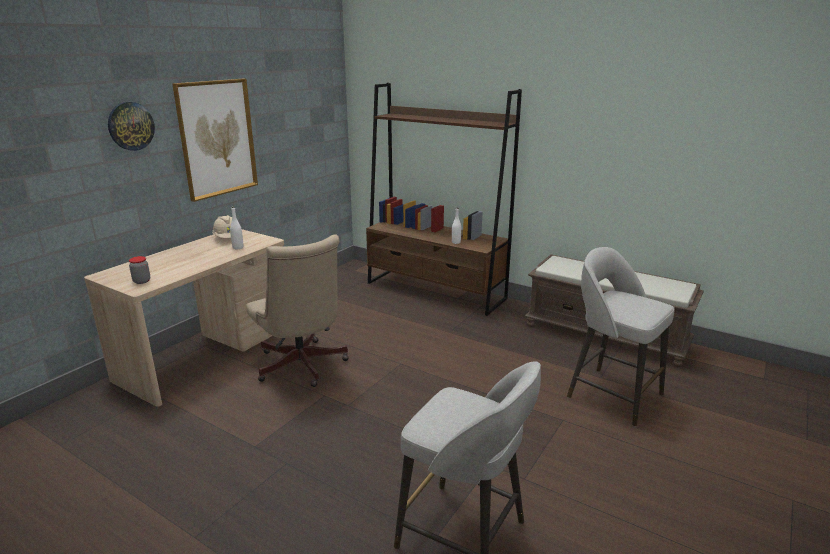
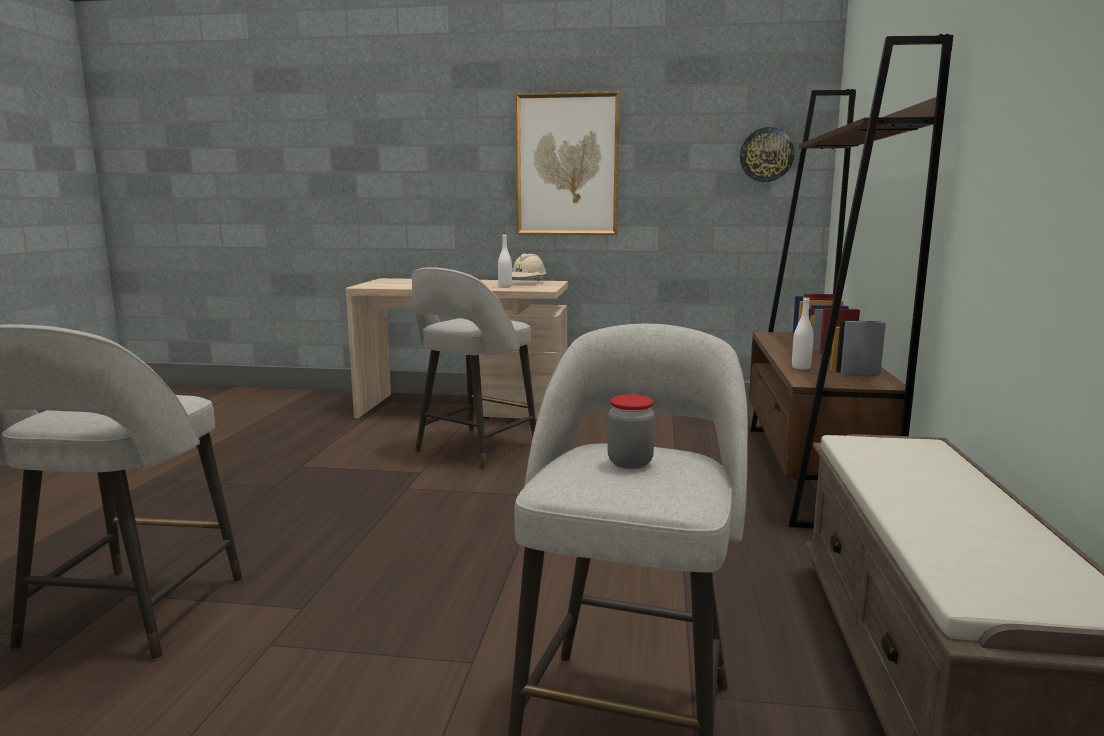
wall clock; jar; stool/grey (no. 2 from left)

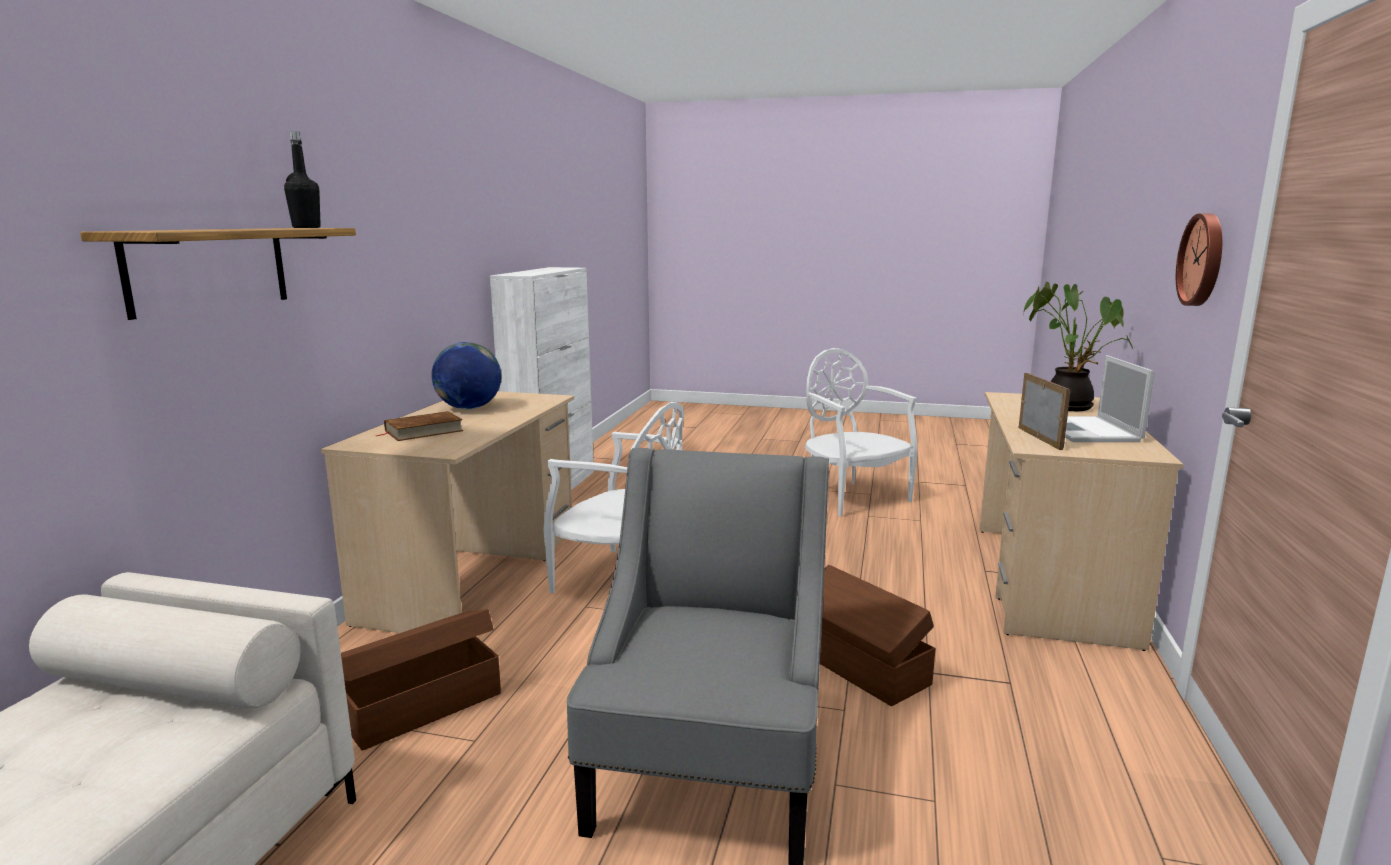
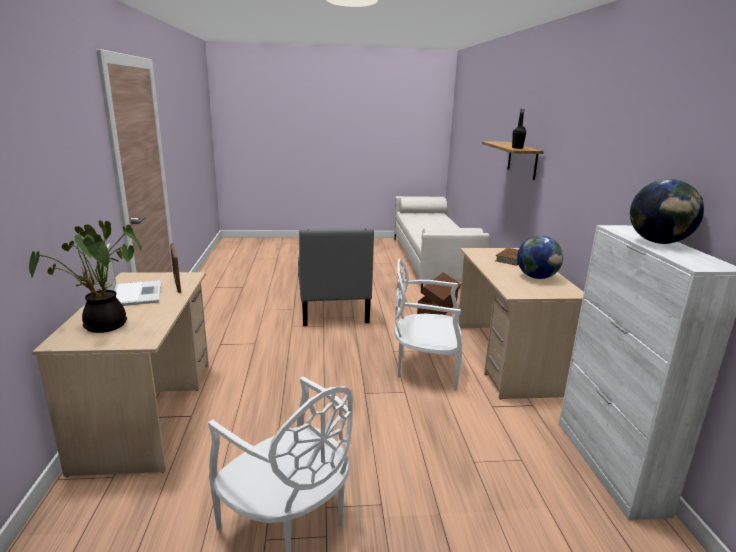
storage box/brown (no. 2 from left in the first image); wall clock; globe (no. 2 from left)

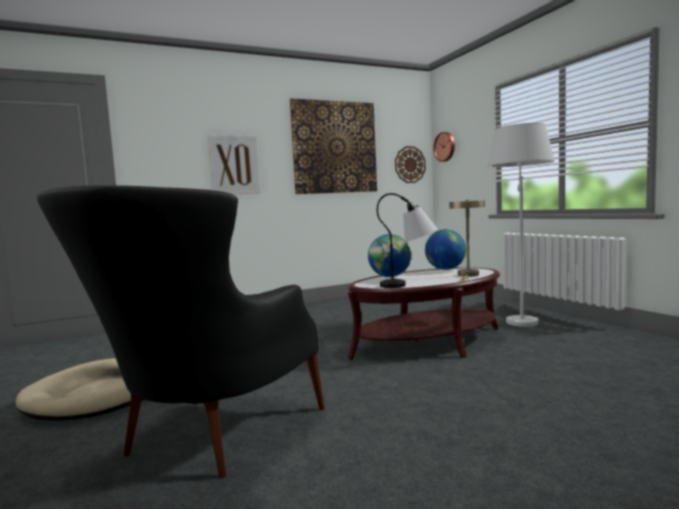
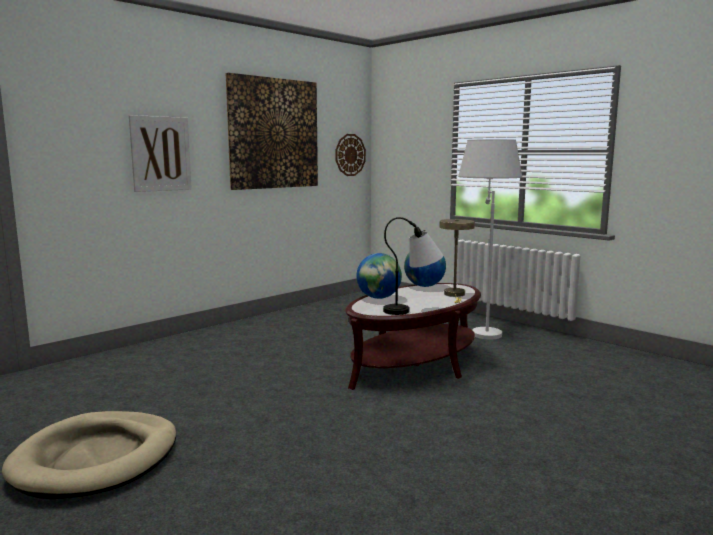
armchair/black; wall clock (no. 2 from left in the first image)

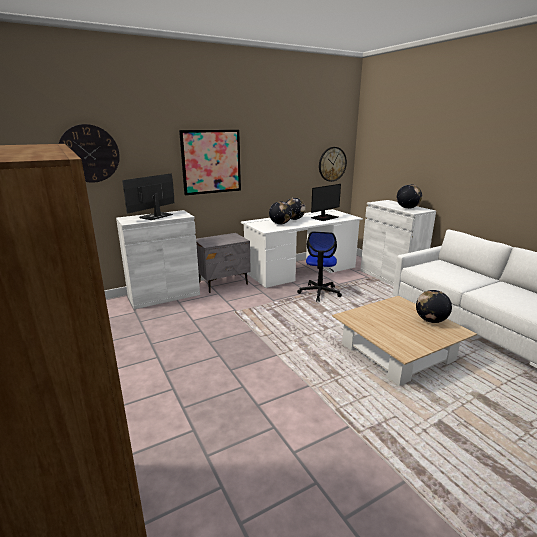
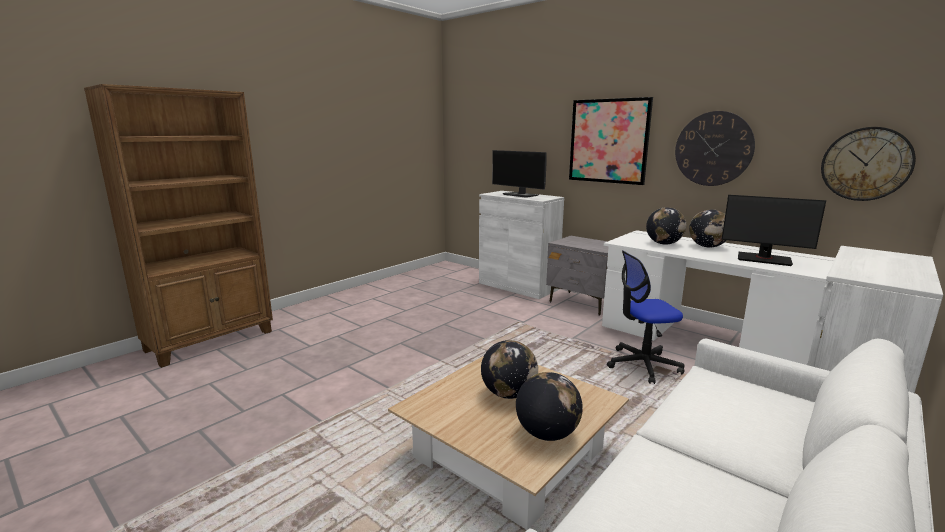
wall clock (no. 1 from left); globe (no. 1 from left); monitor (no. 1 from left)

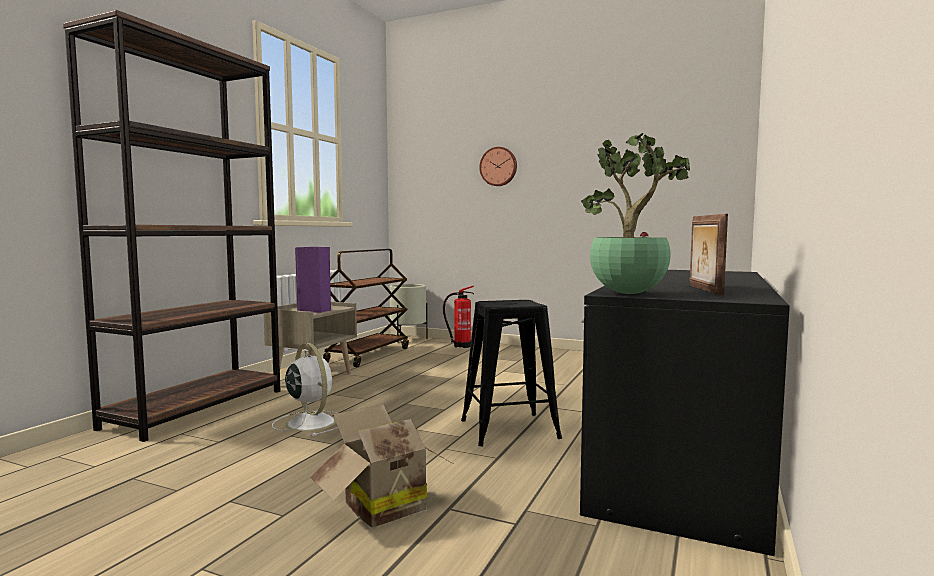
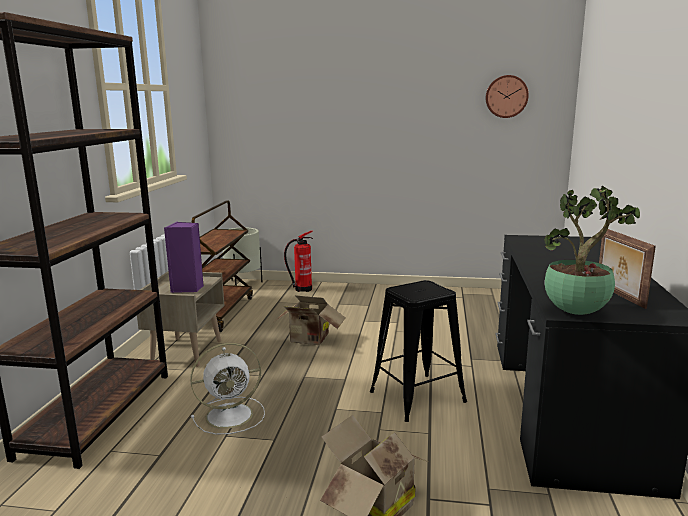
cardboard box (no. 1 from left); wall clock; fan/white

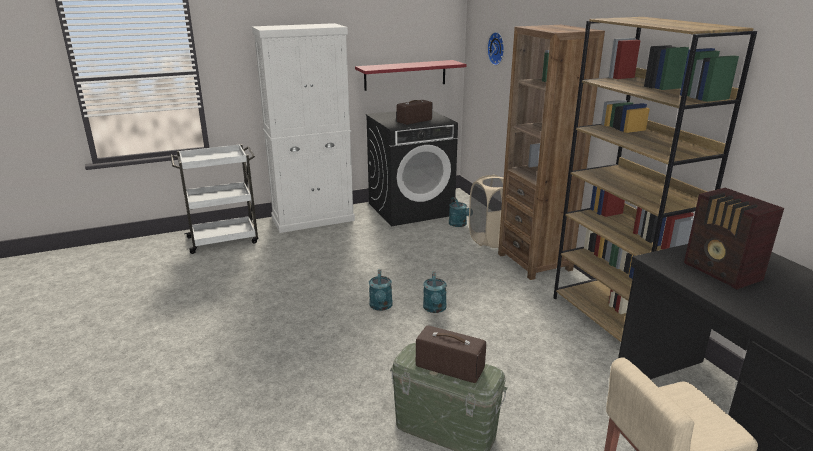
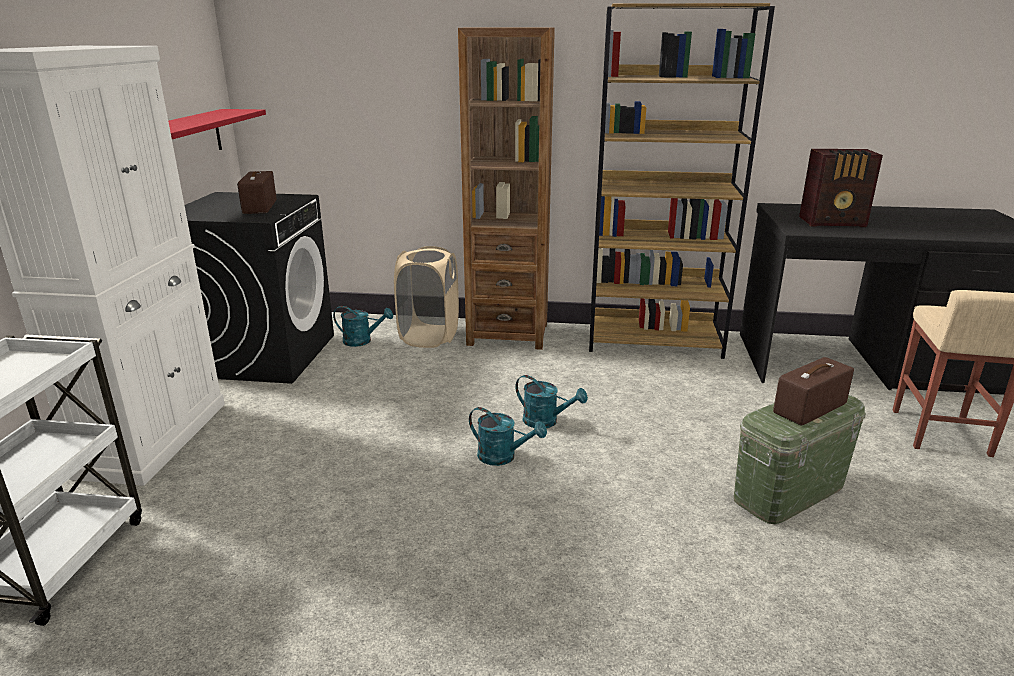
wall clock

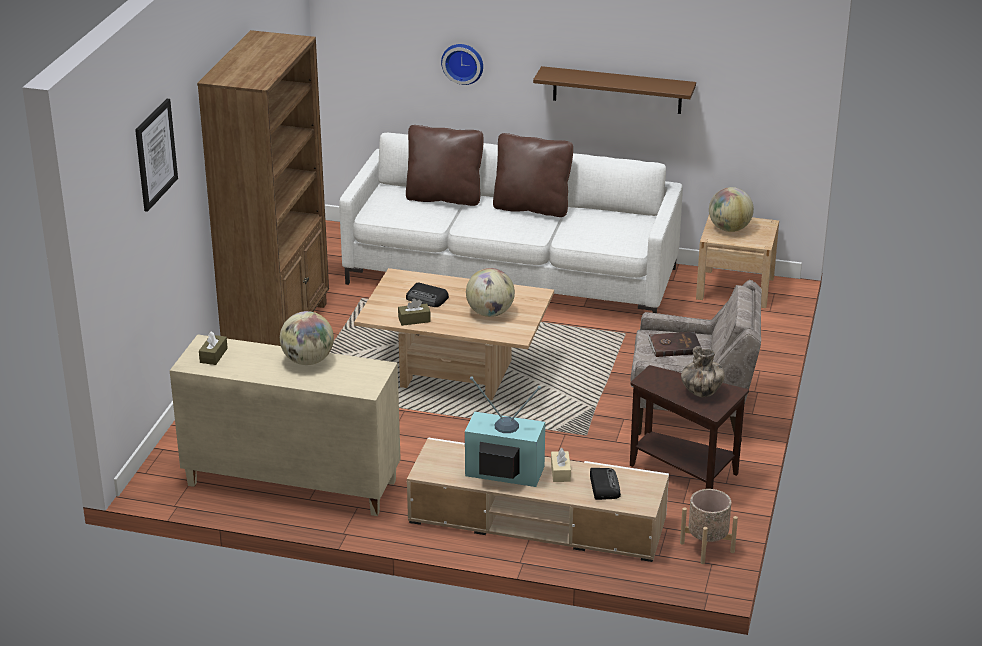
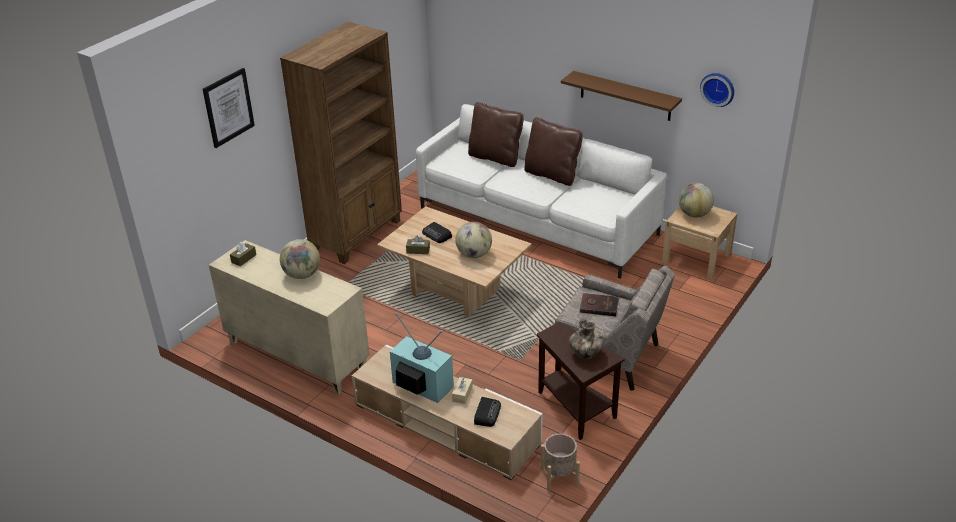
wall clock

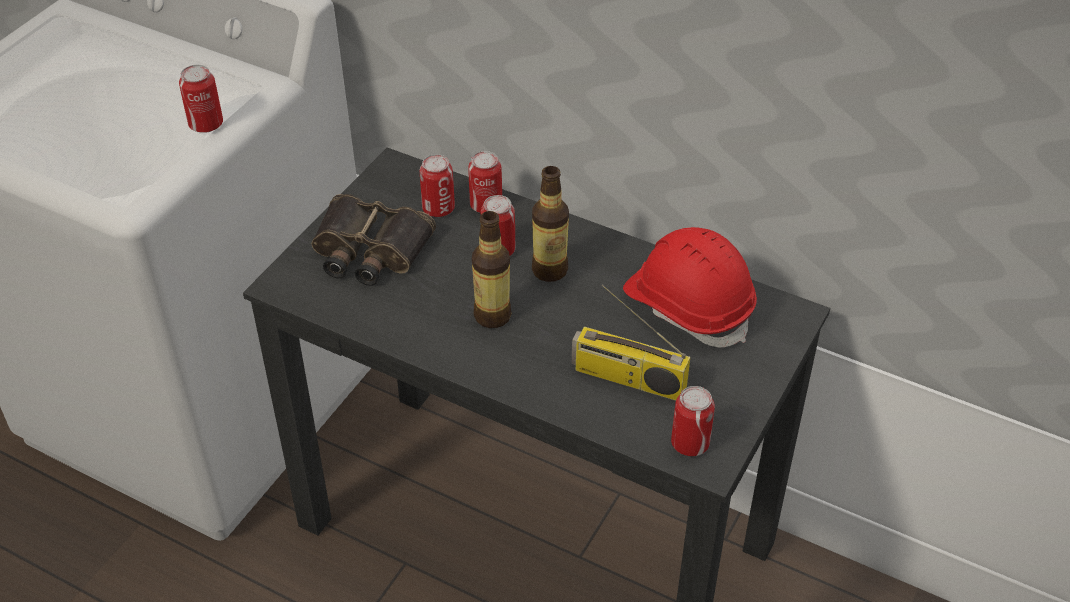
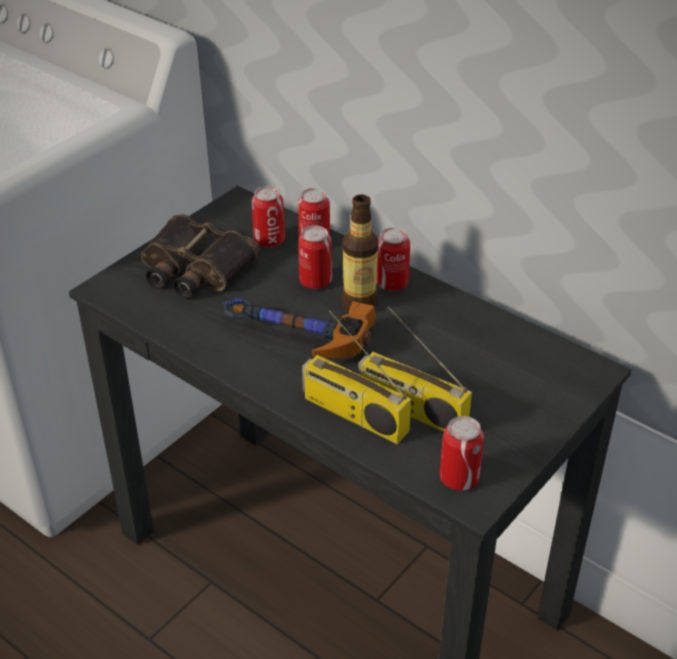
hard hat/red; radio (no. 1 from left); can (no. 4 from left); hammer

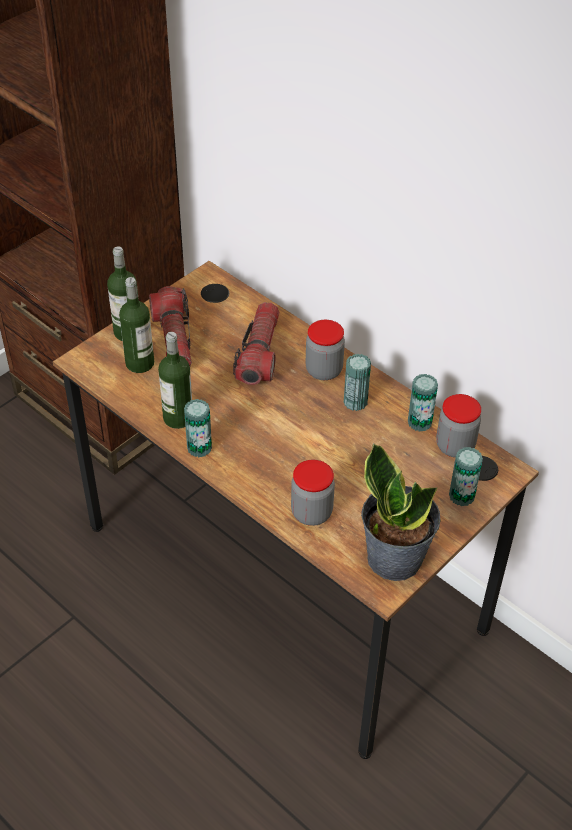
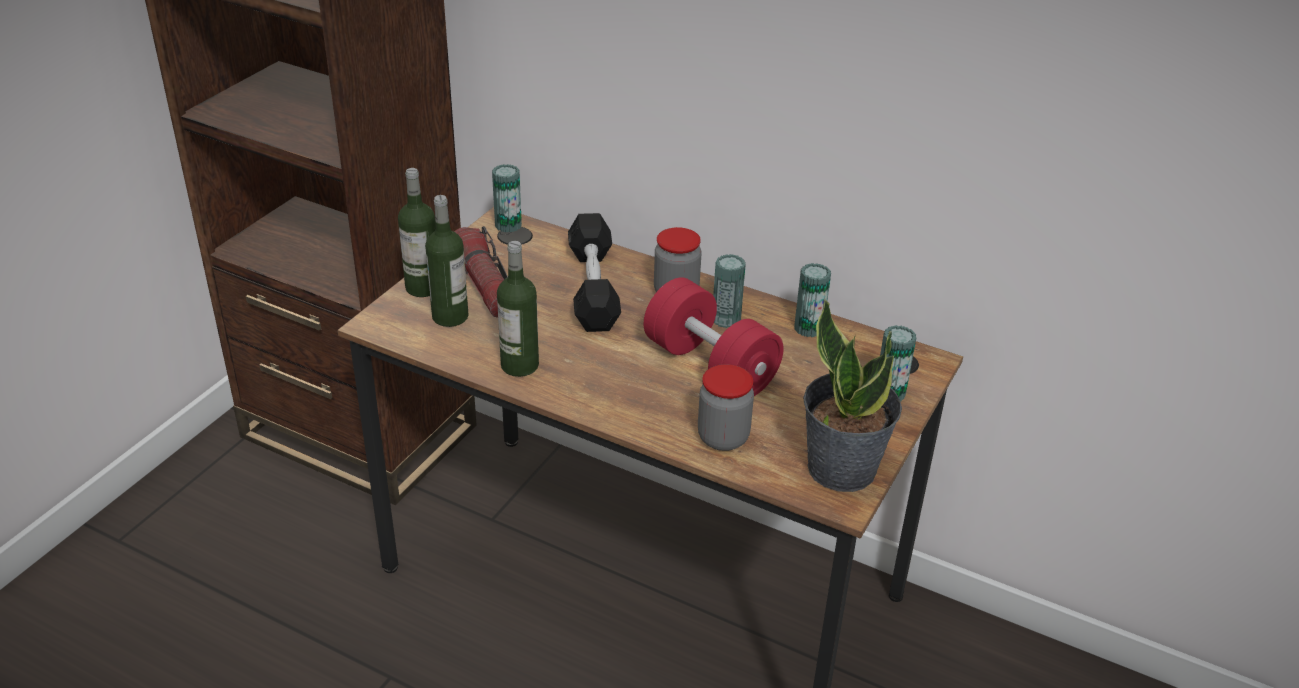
jar (no. 3 from left in the first image); dumbbell/red; can (no. 1 from left); dumbbell/black

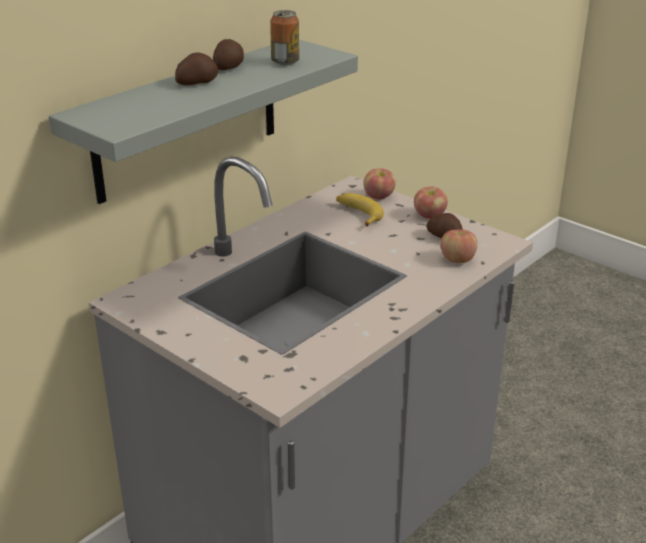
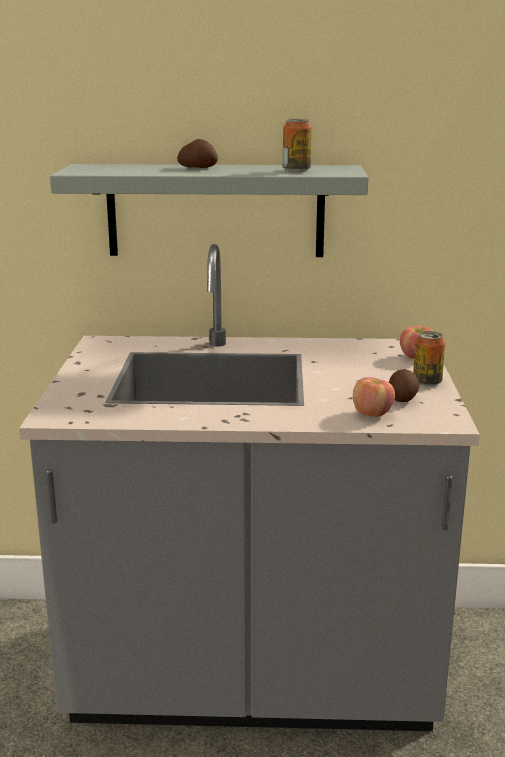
potato (no. 2 from left in the first image); banana; can (no. 2 from left)

